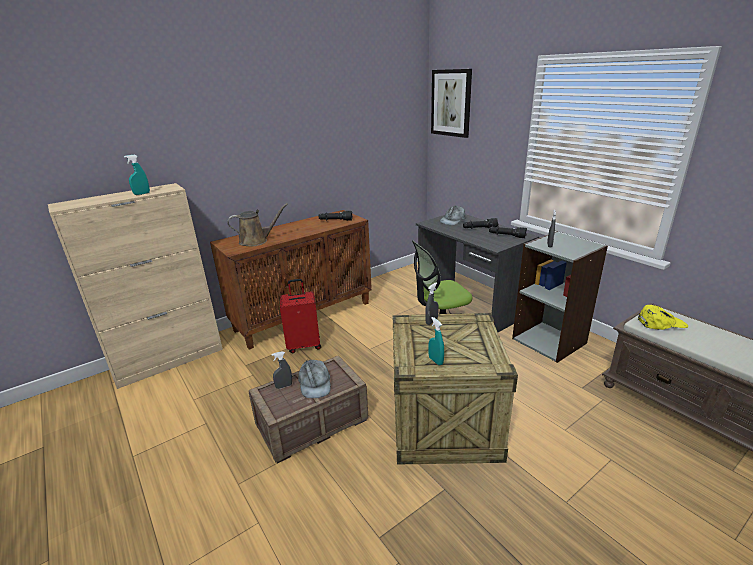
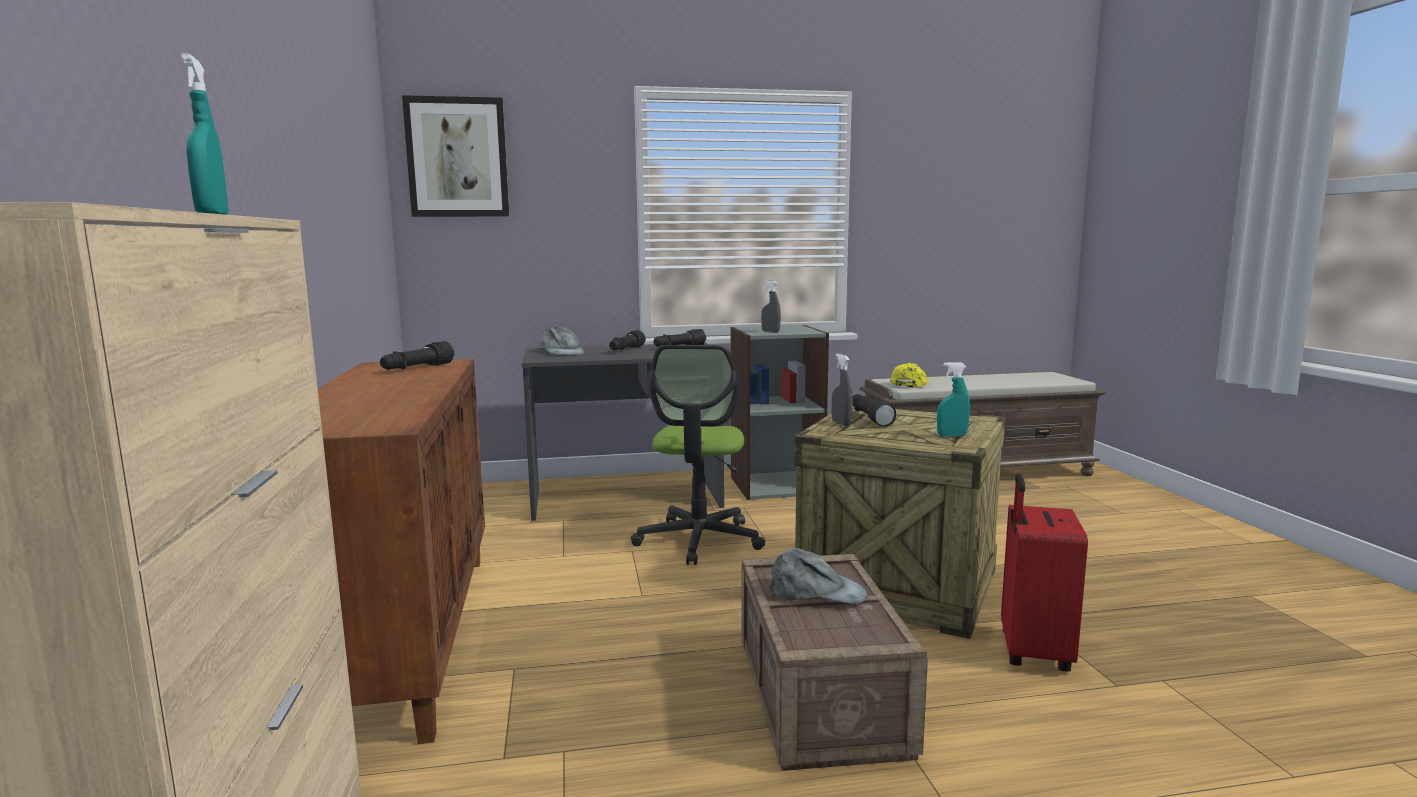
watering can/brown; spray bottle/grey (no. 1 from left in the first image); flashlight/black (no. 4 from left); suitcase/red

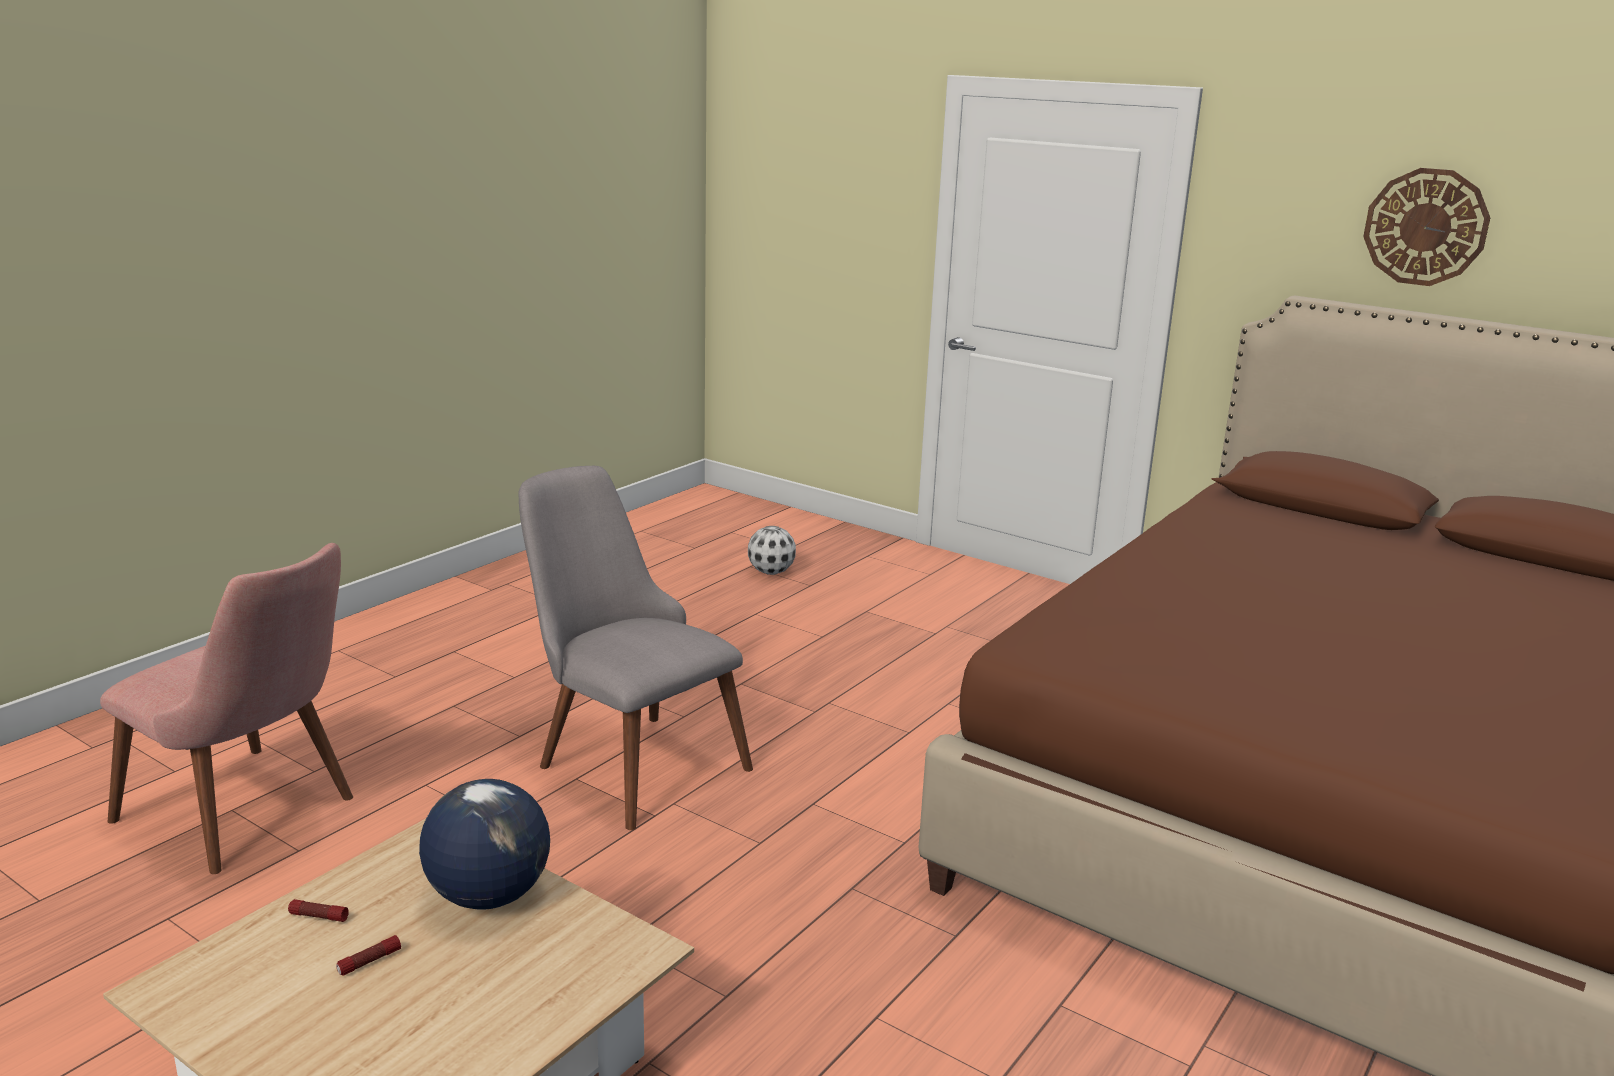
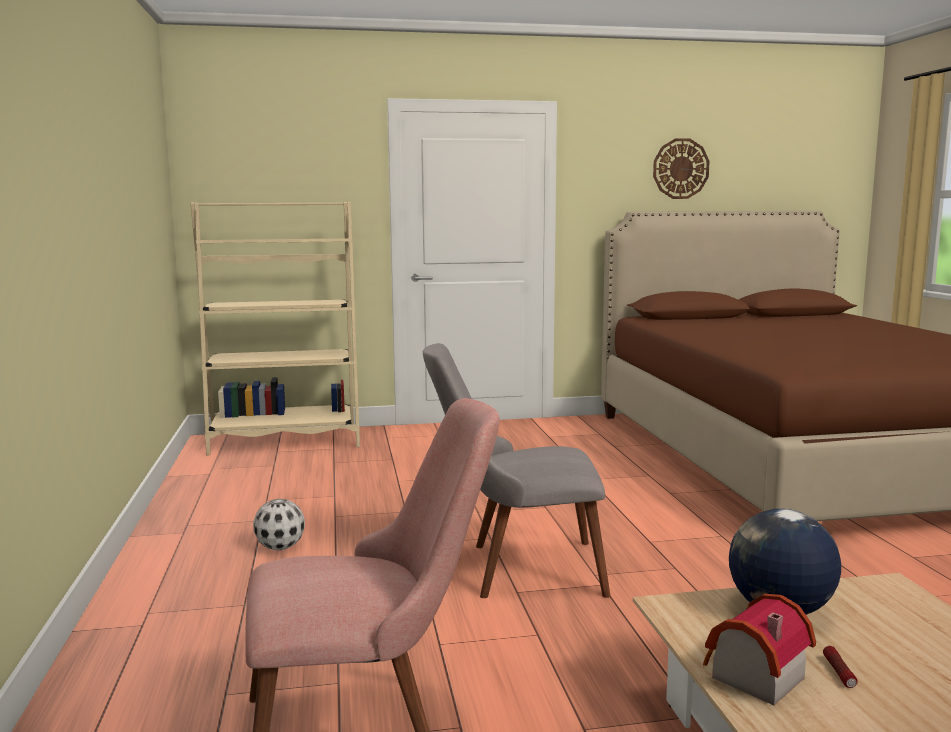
bookcase/beige; football; toy house

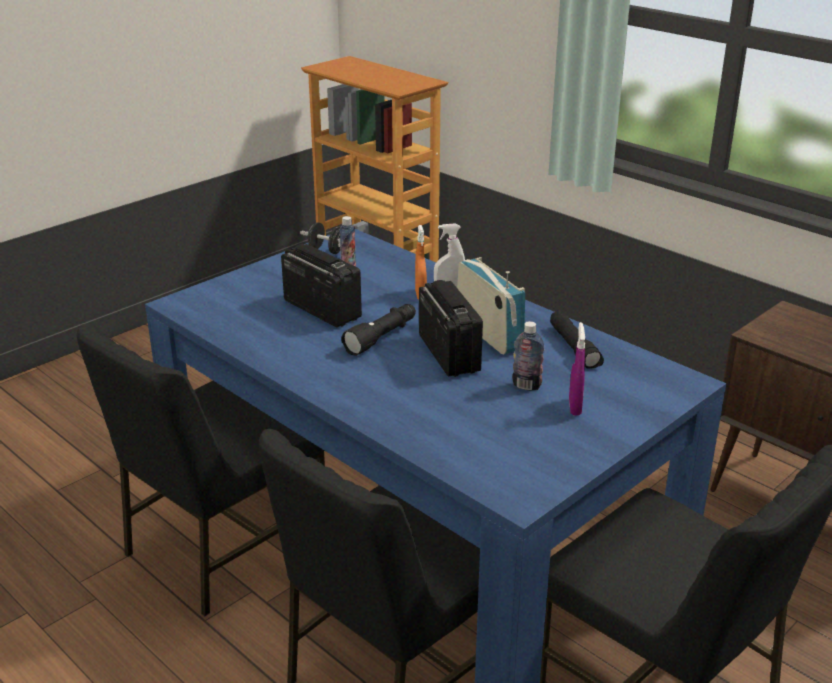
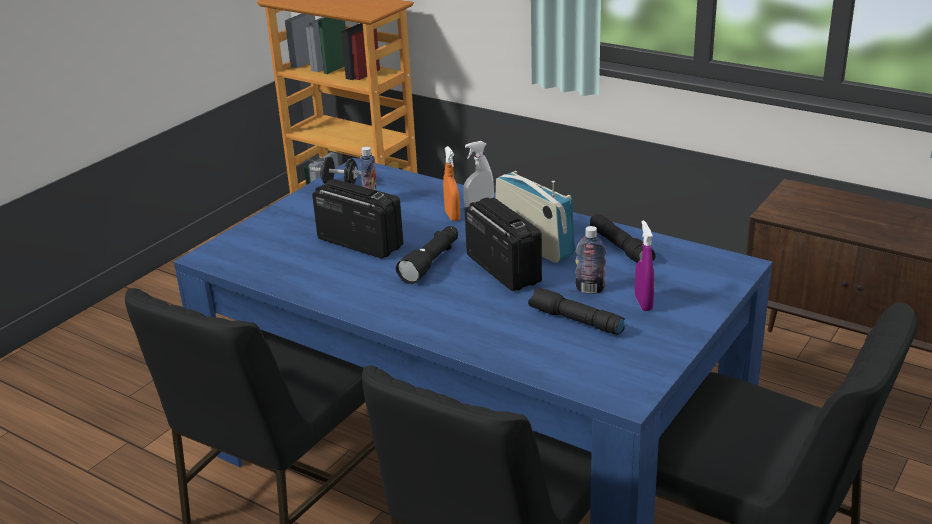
flashlight/black (no. 2 from left)

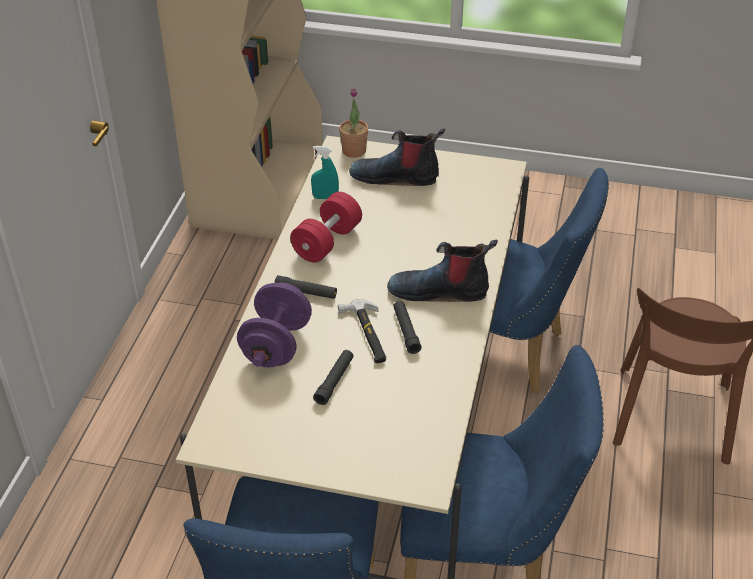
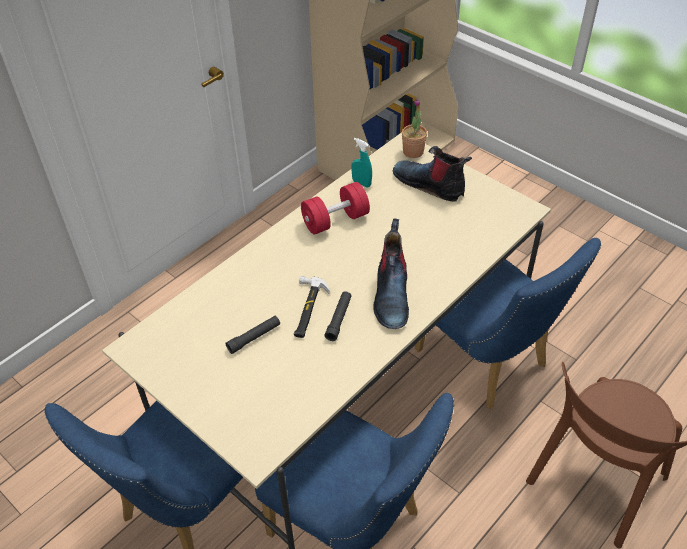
dumbbell/purple; flashlight/black (no. 1 from left in the first image); boot (no. 1 from left)

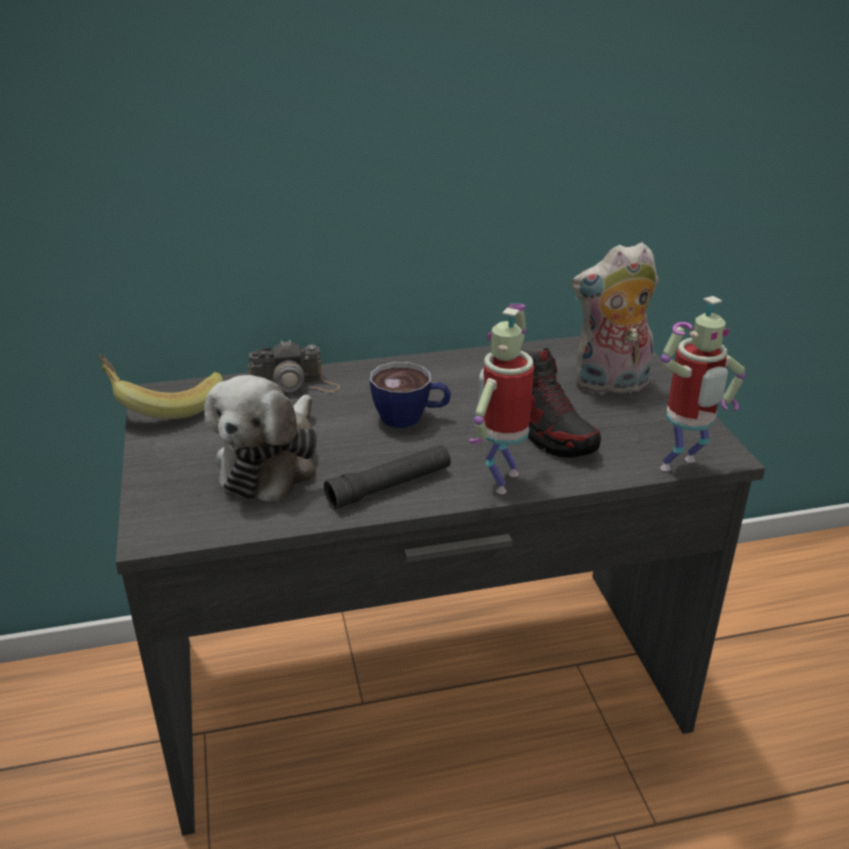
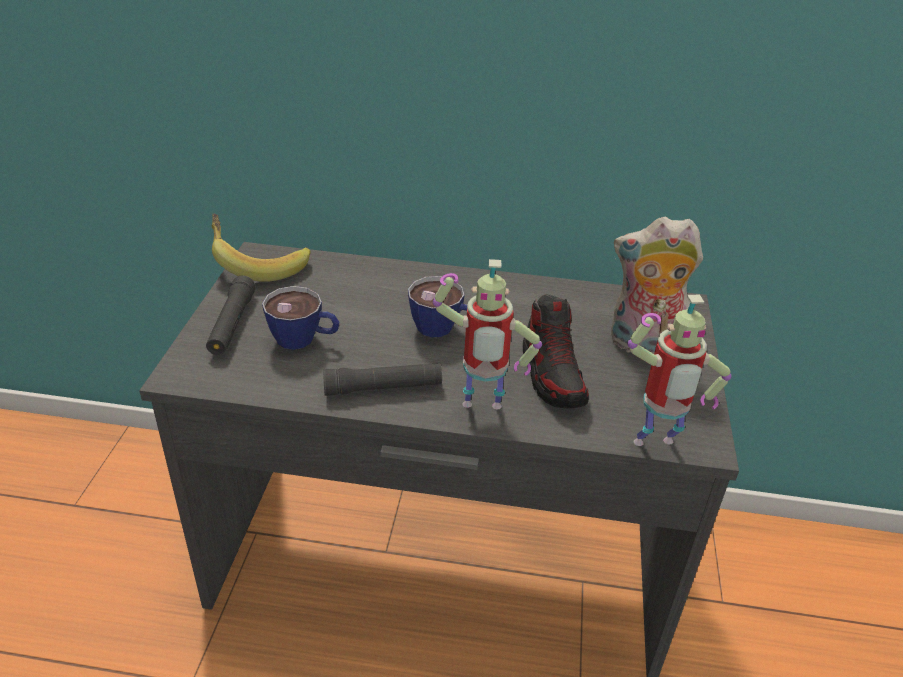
photo camera; flashlight/black (no. 1 from left); cup (no. 1 from left); toy robot (no. 1 from left)

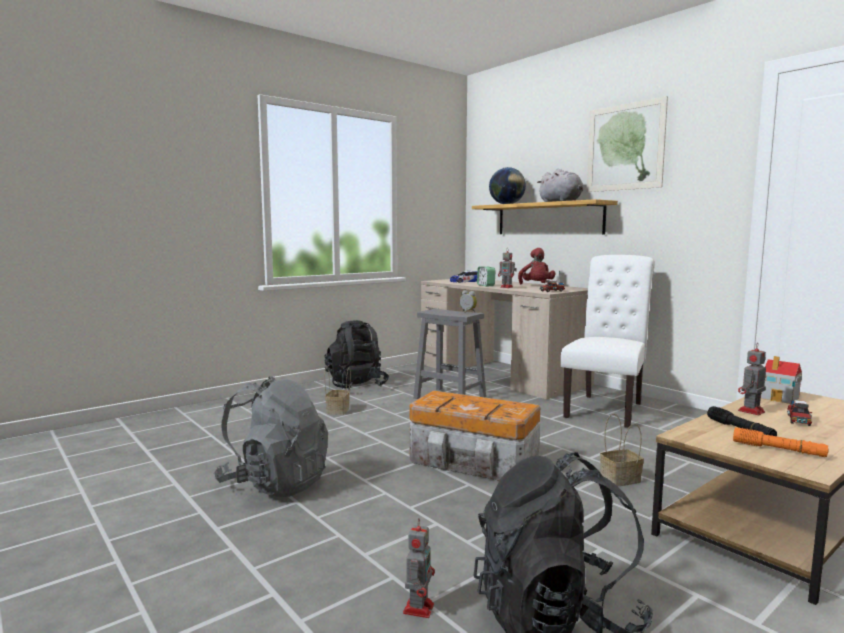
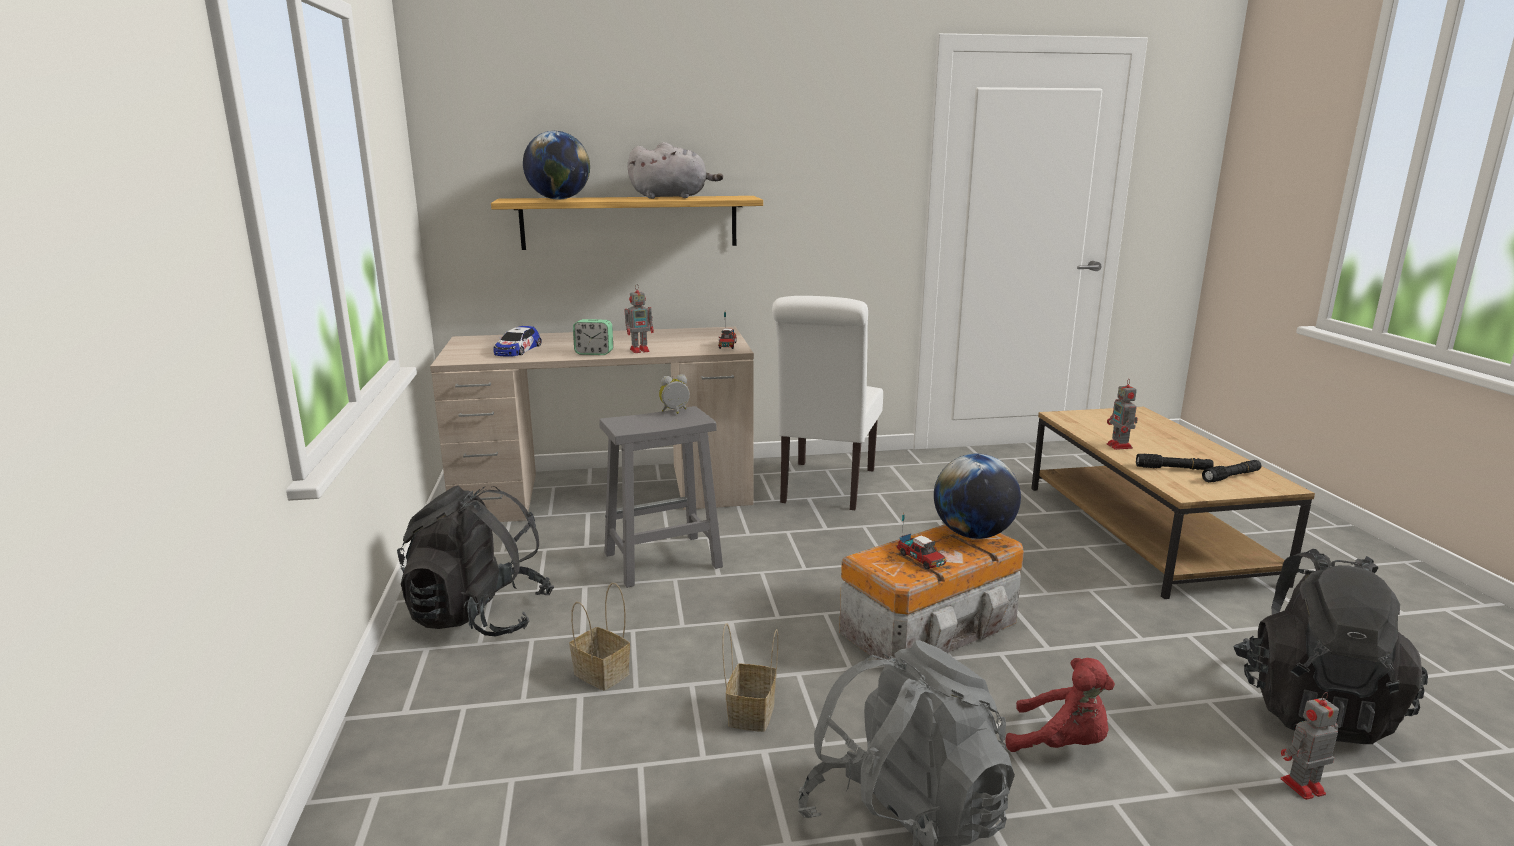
picture; toy house; globe (no. 2 from left); plush toy/red; basket (no. 2 from left); toy truck (no. 2 from left); flashlight/black (no. 2 from left); toy robot (no. 3 from left); chair/white

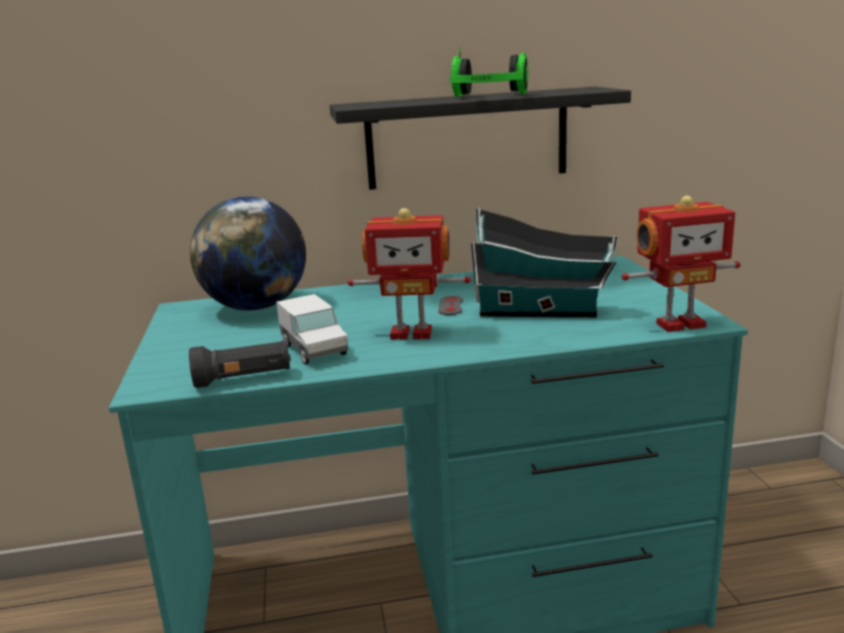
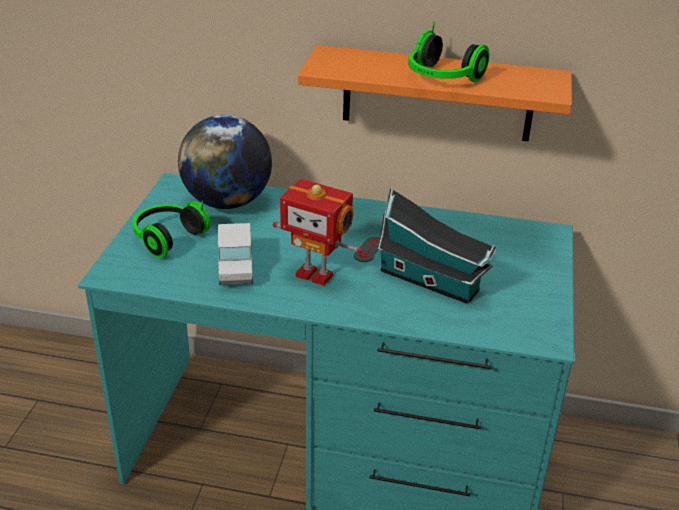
flashlight/black; toy robot (no. 2 from left in the first image); headphones (no. 1 from left); shelf/orange

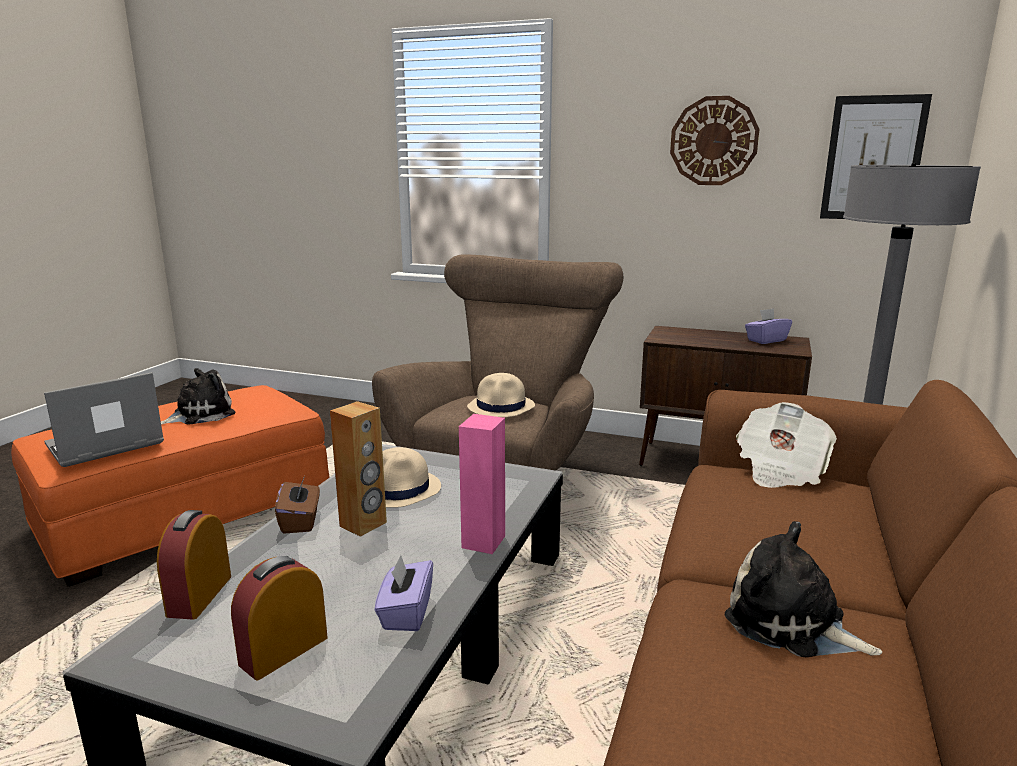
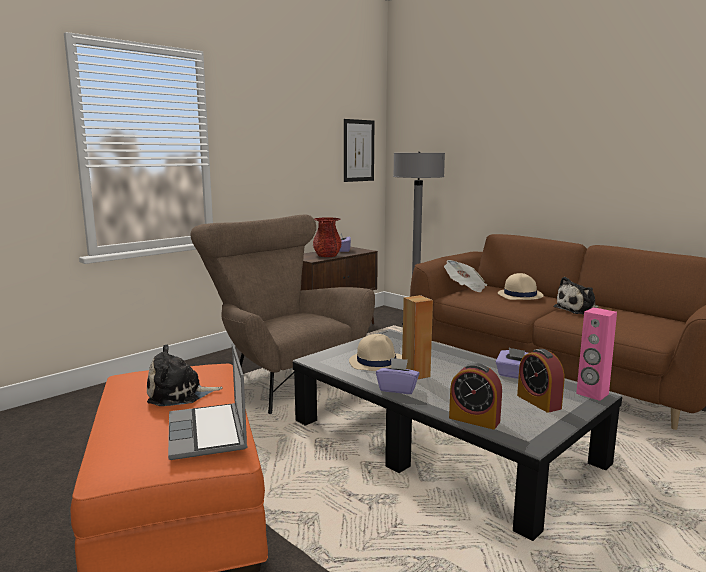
wall clock; vase/red; speaker/pink; hat/beige (no. 2 from left); tissue box/purple (no. 2 from left); plush toy (no. 1 from left)

